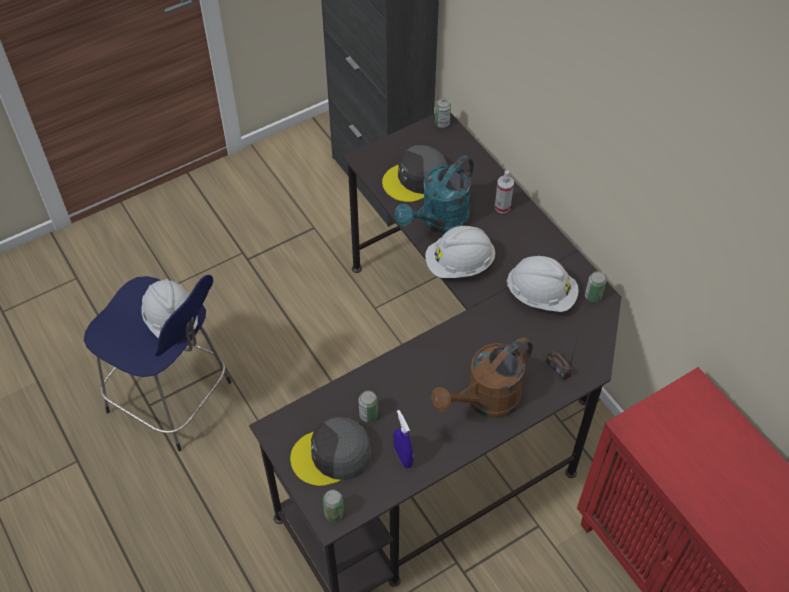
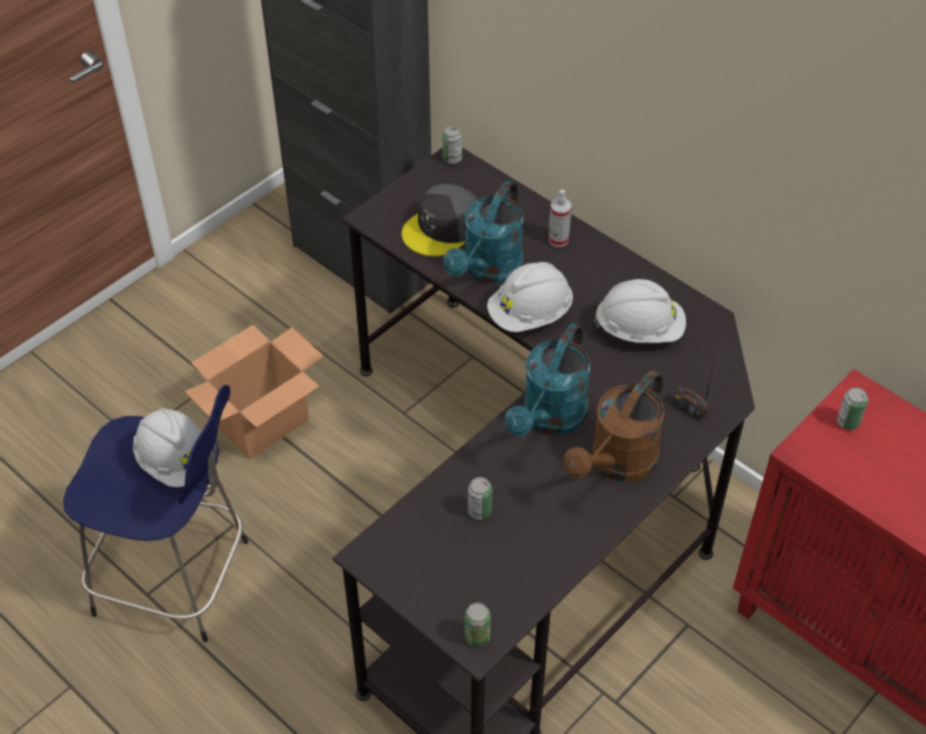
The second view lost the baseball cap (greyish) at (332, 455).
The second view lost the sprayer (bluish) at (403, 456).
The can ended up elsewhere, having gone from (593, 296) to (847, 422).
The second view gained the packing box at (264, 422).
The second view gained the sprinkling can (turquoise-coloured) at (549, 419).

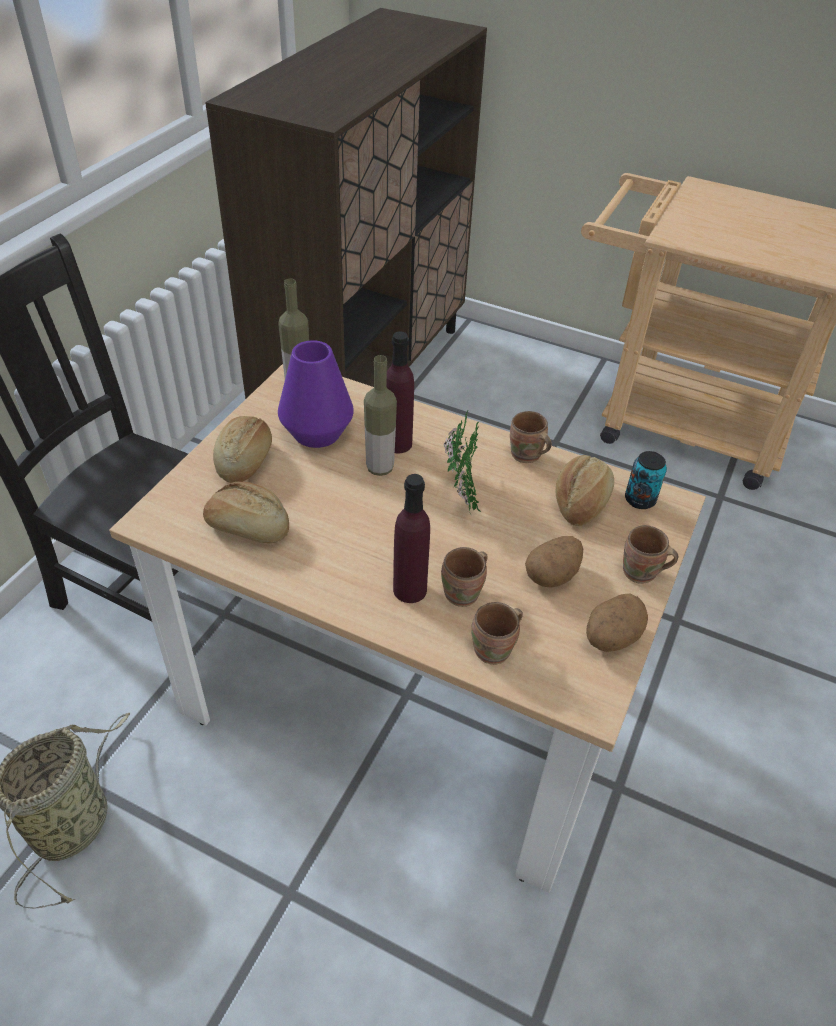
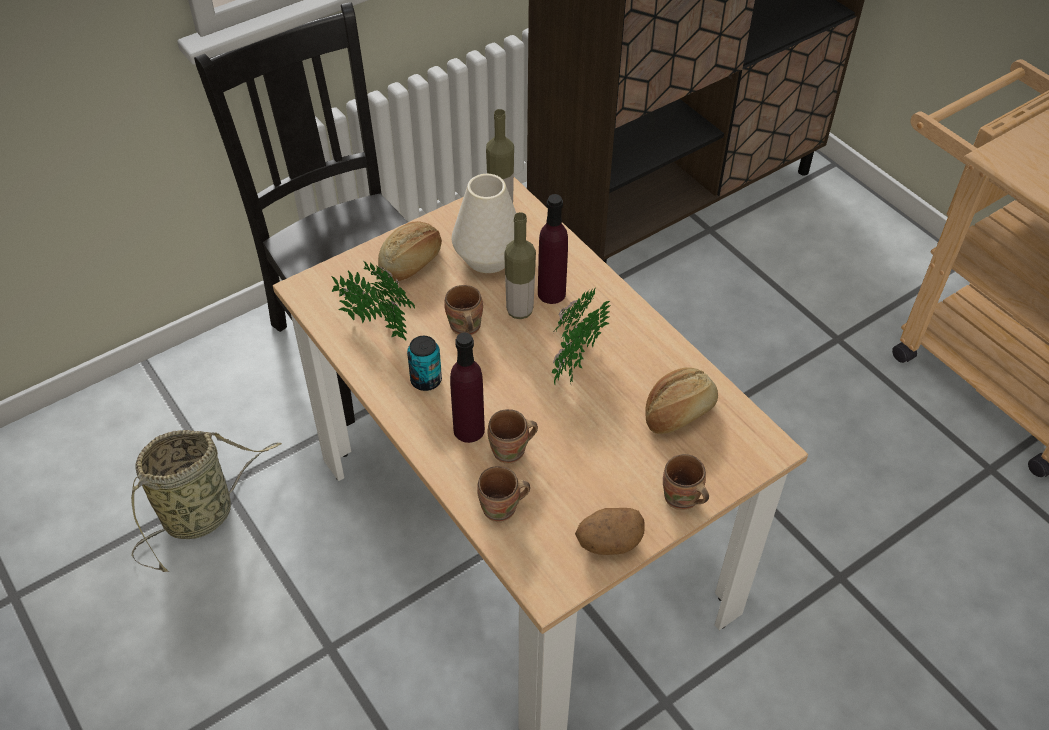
Where the bakery bread stood at (248, 527), the houseplant came to stand at (376, 324).
What was the decorative vase (purple-coloured) at (317, 432) turned into the decorative vase (white-coloured) at (488, 257).
The mug (brownish) ended up elsewhere, having gone from (526, 456) to (464, 328).
The second view lost the whole potato at (552, 575).
The can ended up elsewhere, having gone from (640, 500) to (426, 380).

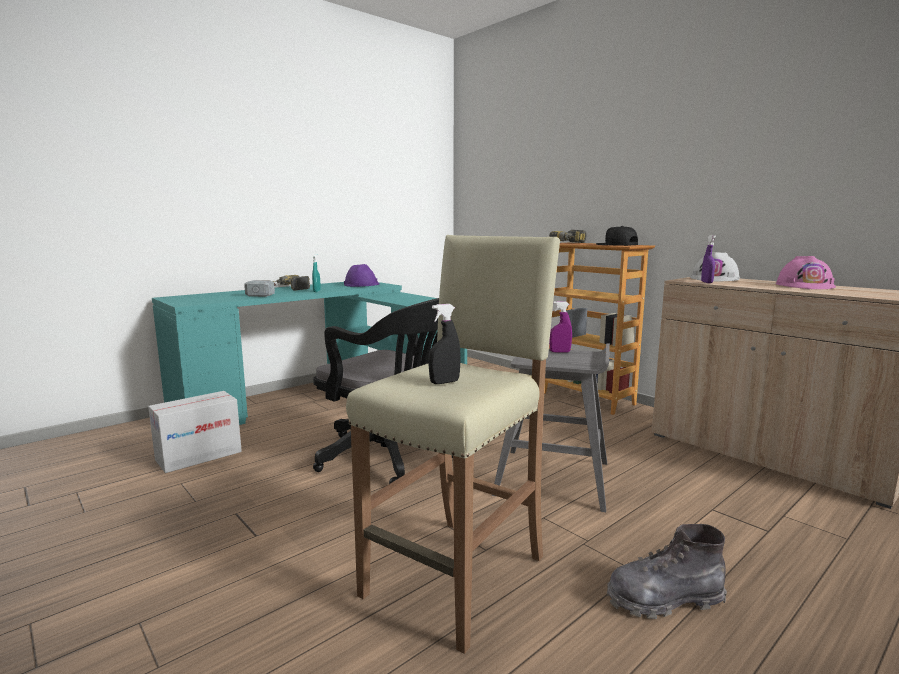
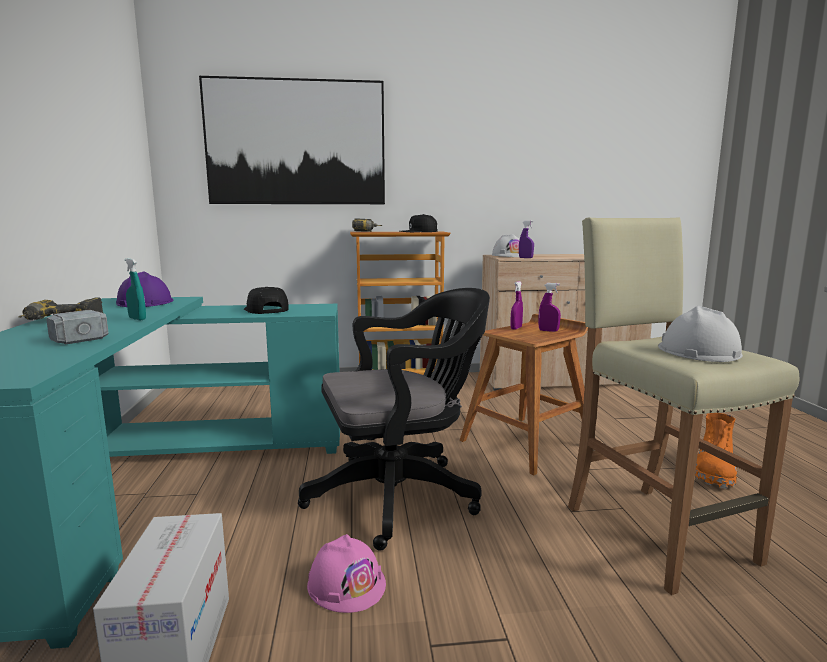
Where the sprayer (blackish) stood at (444, 382), the safety helmet (white-coloured) came to stand at (698, 351).
What was the sitting stool (greyish) at (554, 478) turned into the sitting stool (brownish) at (528, 443).
What was the boot (greyish) at (663, 599) turned into the boot (orangey) at (714, 472).
The safety helmet (pinkish) ended up elsewhere, having gone from (805, 286) to (346, 584).
The second view gained the picture at (296, 143).
The second view gained the baseball cap (blackish) at (265, 309).
The second view gained the sprayer (purple-coloured) at (548, 331).

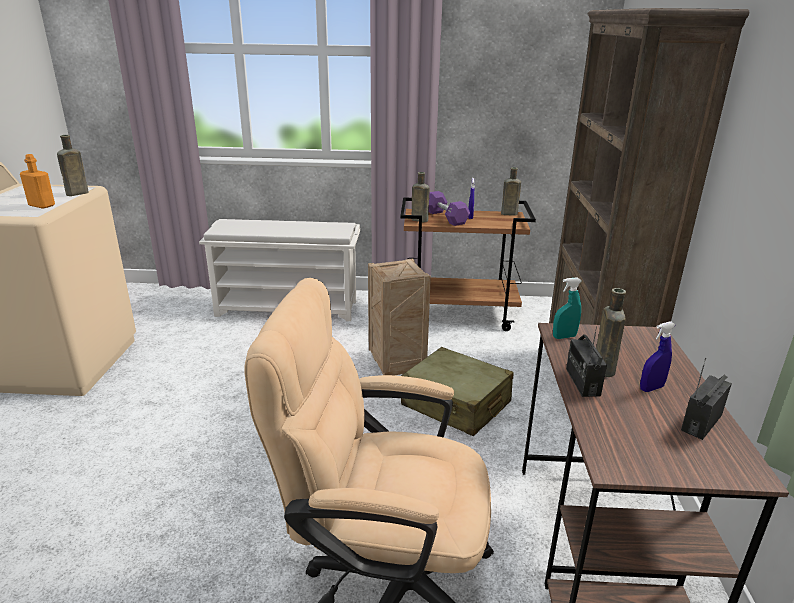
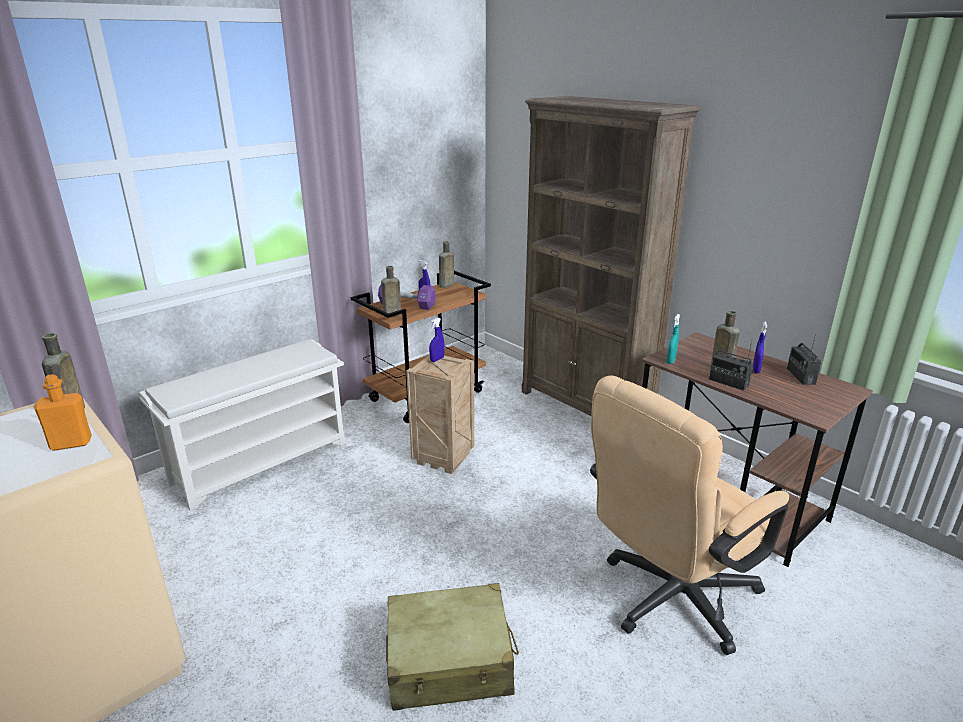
The travel case (sand-coloured) ended up elsewhere, having gone from (456, 404) to (450, 661).
The second view gained the sprayer (bluish) at (437, 359).

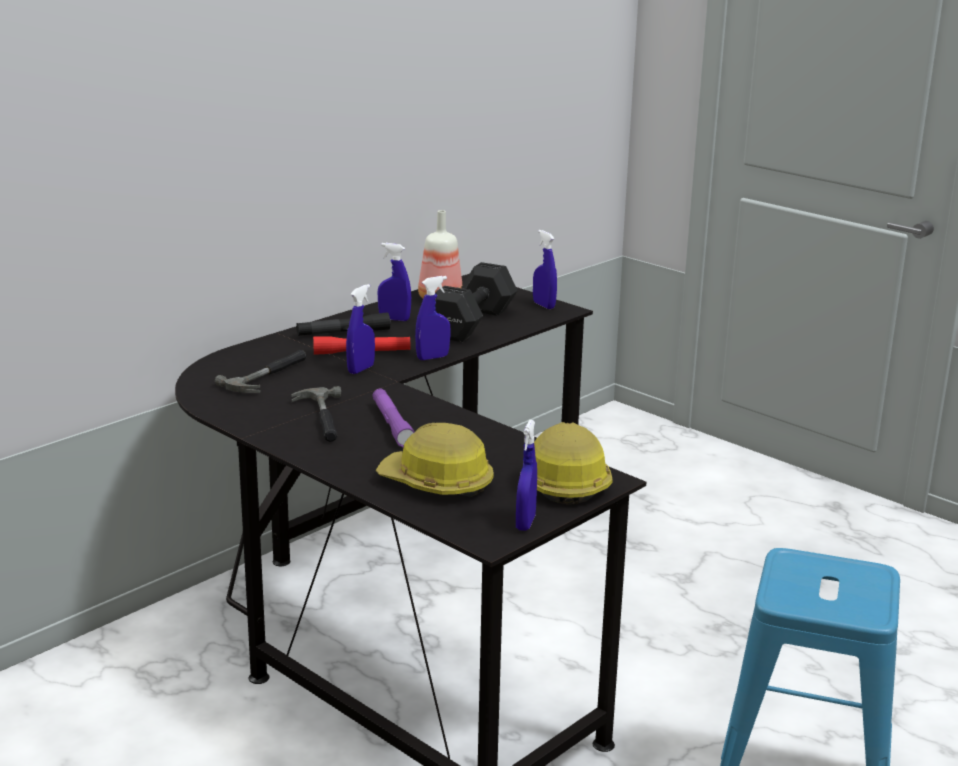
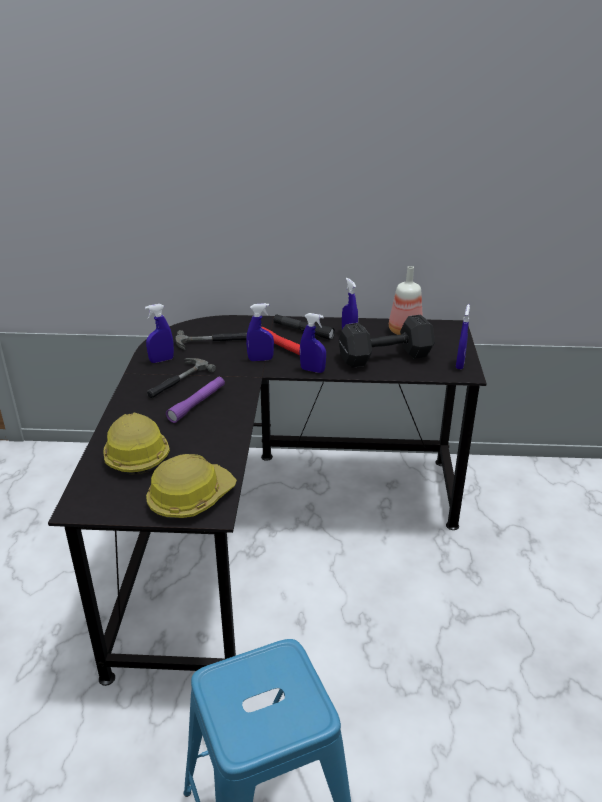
The sprayer (bluish) ended up elsewhere, having gone from (525, 523) to (161, 360).

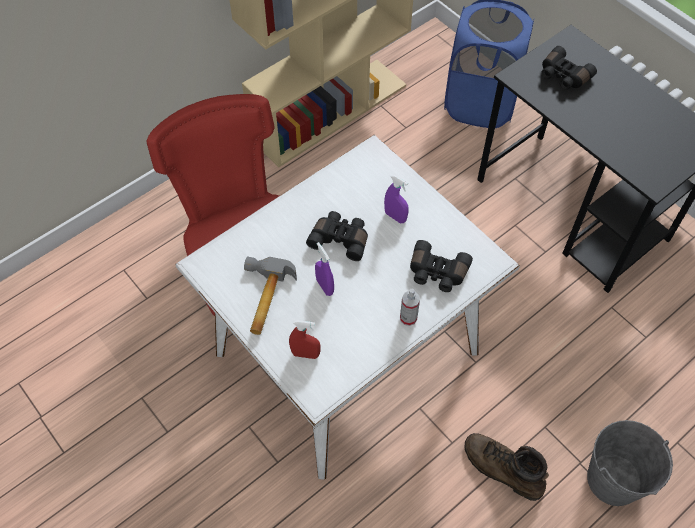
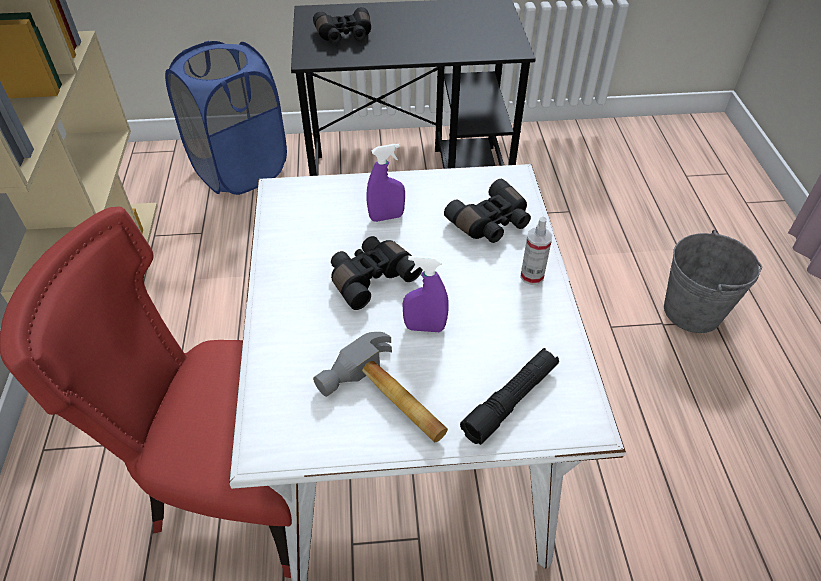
Where the sprayer (red-coloured) stood at (305, 354), the torch (blackish) came to stand at (510, 401).
The second view lost the boot (brownish) at (502, 470).

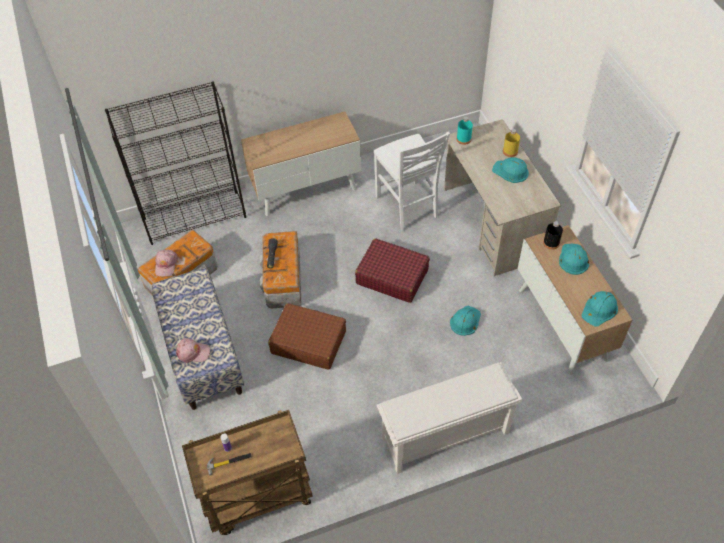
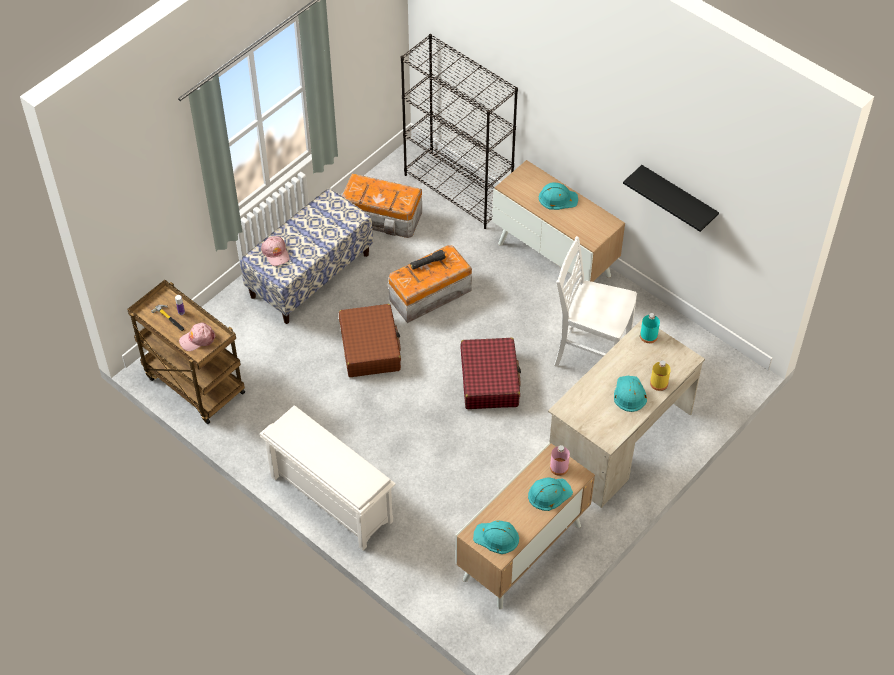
The baseball cap (pinkish) ended up elsewhere, having gone from (166, 265) to (197, 339).
The chair (white-coloured) at (407, 207) ended up facing another way, 75 degrees clockwise from before.
The safety helmet (turquoise-coloured) ended up elsewhere, having gone from (465, 321) to (557, 198).
What was the beverage bottle (blackish) at (551, 243) turned into the beverage bottle (pinkish) at (559, 467).
The second view gained the shelf (blackish) at (678, 198).

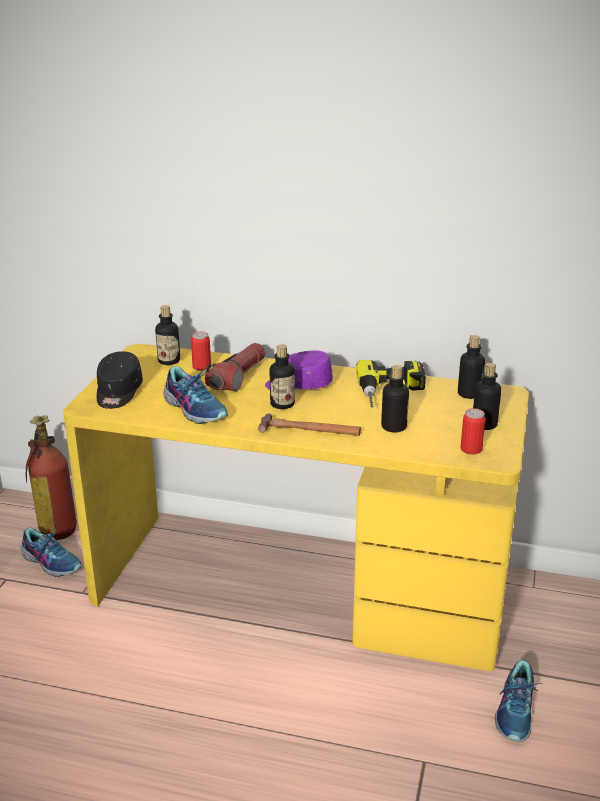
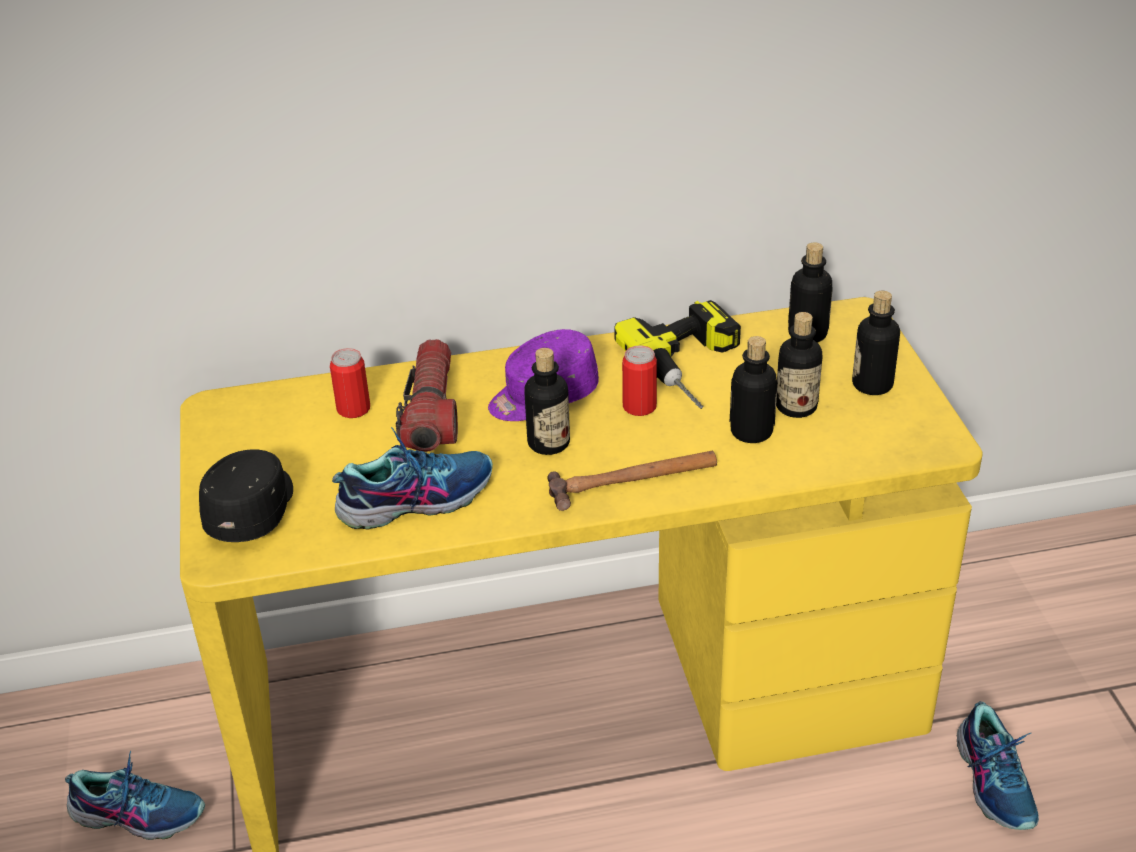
The second view lost the fire extinguisher at (55, 523).
The baseball cap (blackish) at (118, 393) ended up facing another way, 150 degrees counterclockwise from before.
The beverage bottle ended up elsewhere, having gone from (169, 361) to (796, 406).
The shoe at (195, 409) ended up facing another way, 45 degrees counterclockwise from before.
The can ended up elsewhere, having gone from (471, 449) to (639, 406).

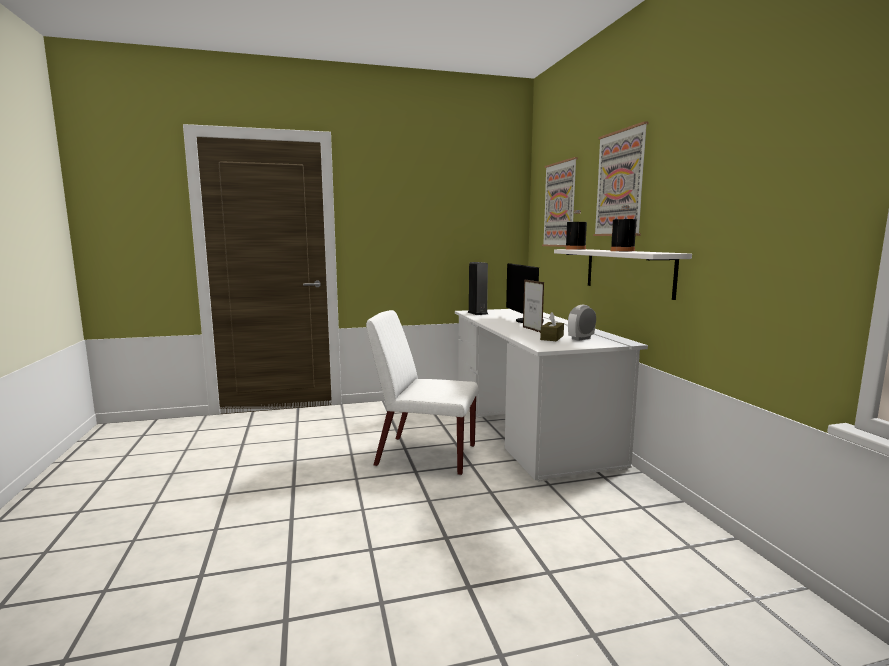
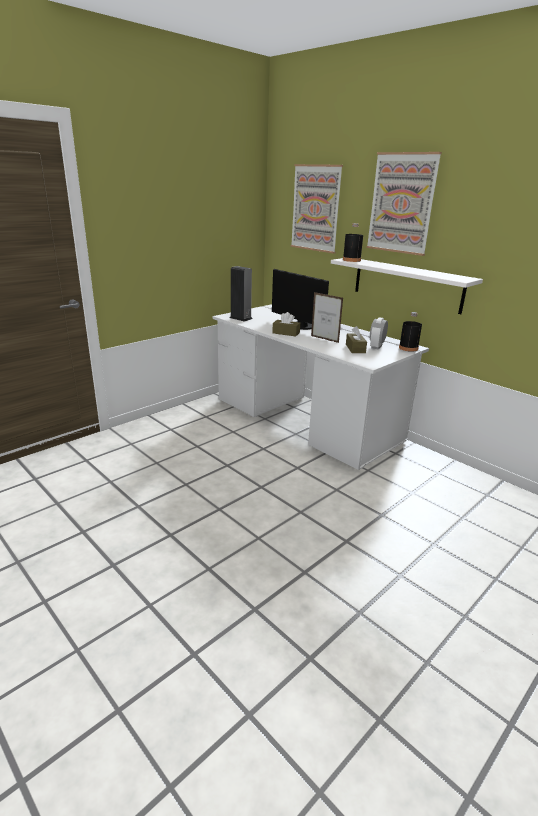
The second view lost the chair (white-coloured) at (424, 455).
The beverage bottle (blackish) ended up elsewhere, having gone from (622, 251) to (408, 348).
The second view gained the box of tissues (brownish) at (286, 333).

